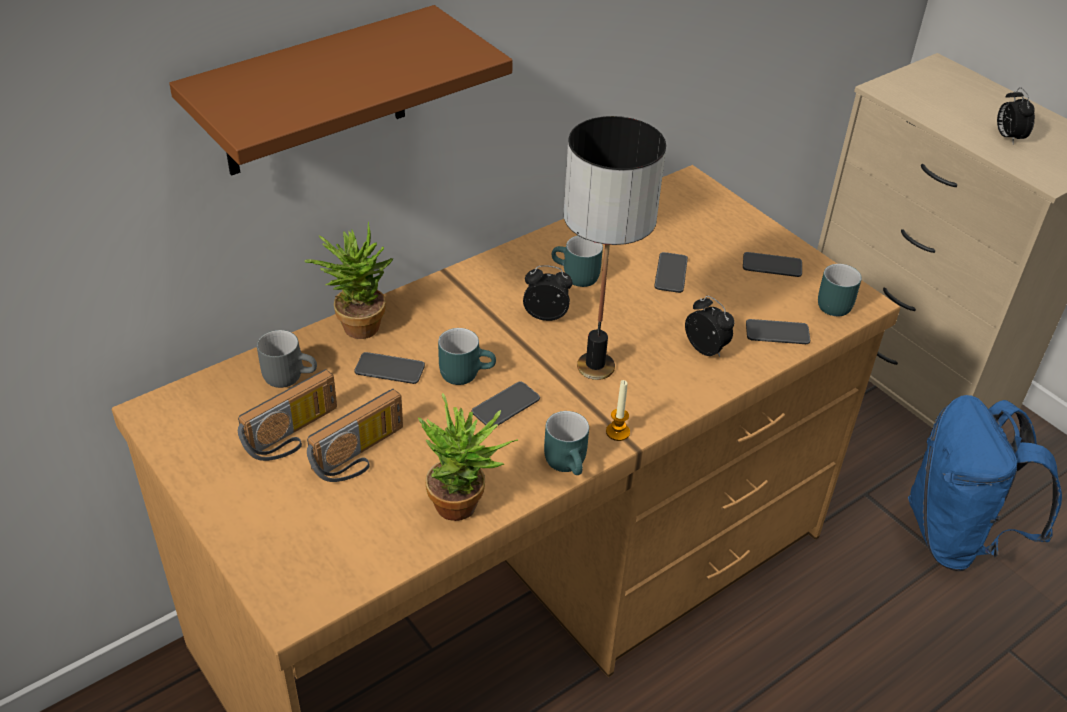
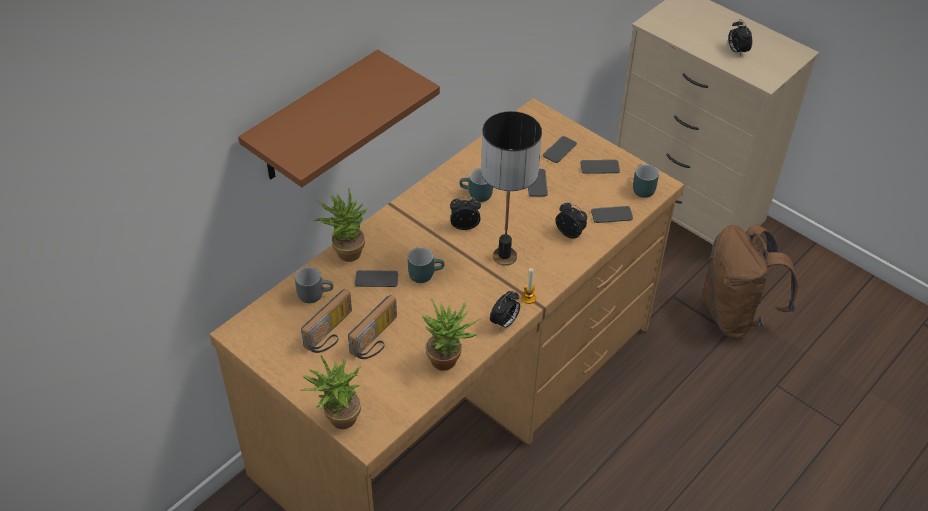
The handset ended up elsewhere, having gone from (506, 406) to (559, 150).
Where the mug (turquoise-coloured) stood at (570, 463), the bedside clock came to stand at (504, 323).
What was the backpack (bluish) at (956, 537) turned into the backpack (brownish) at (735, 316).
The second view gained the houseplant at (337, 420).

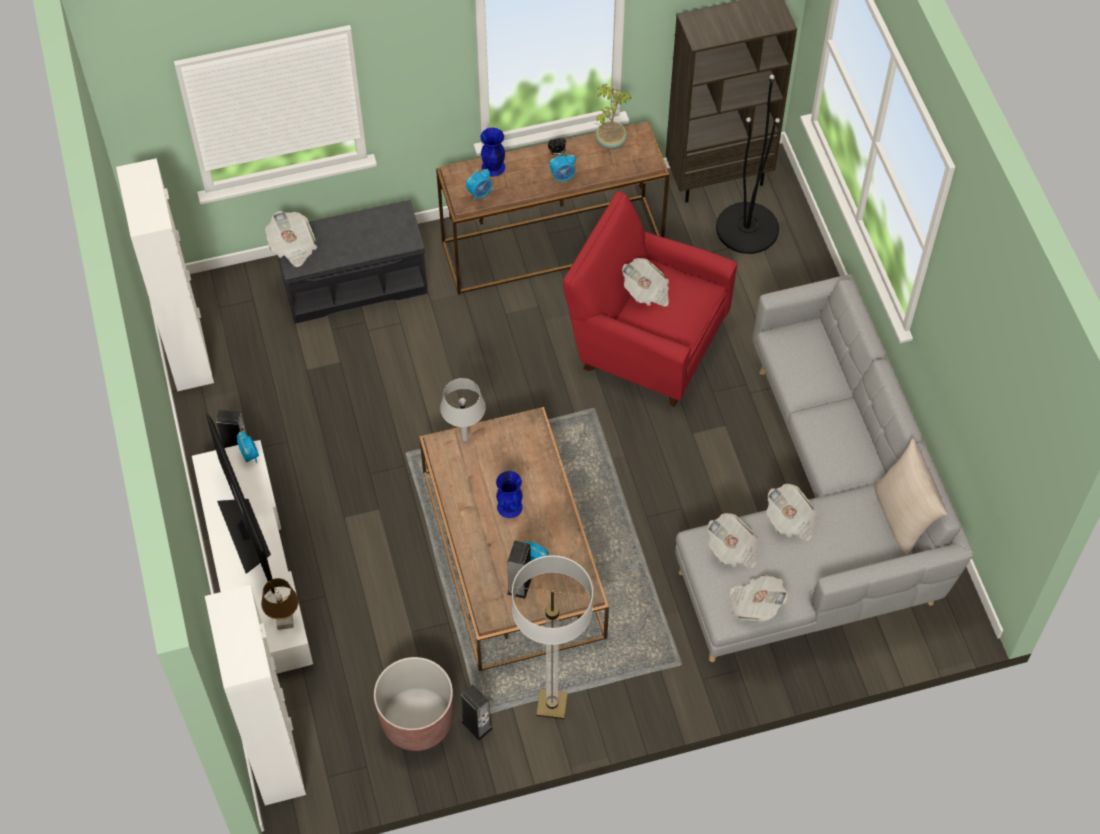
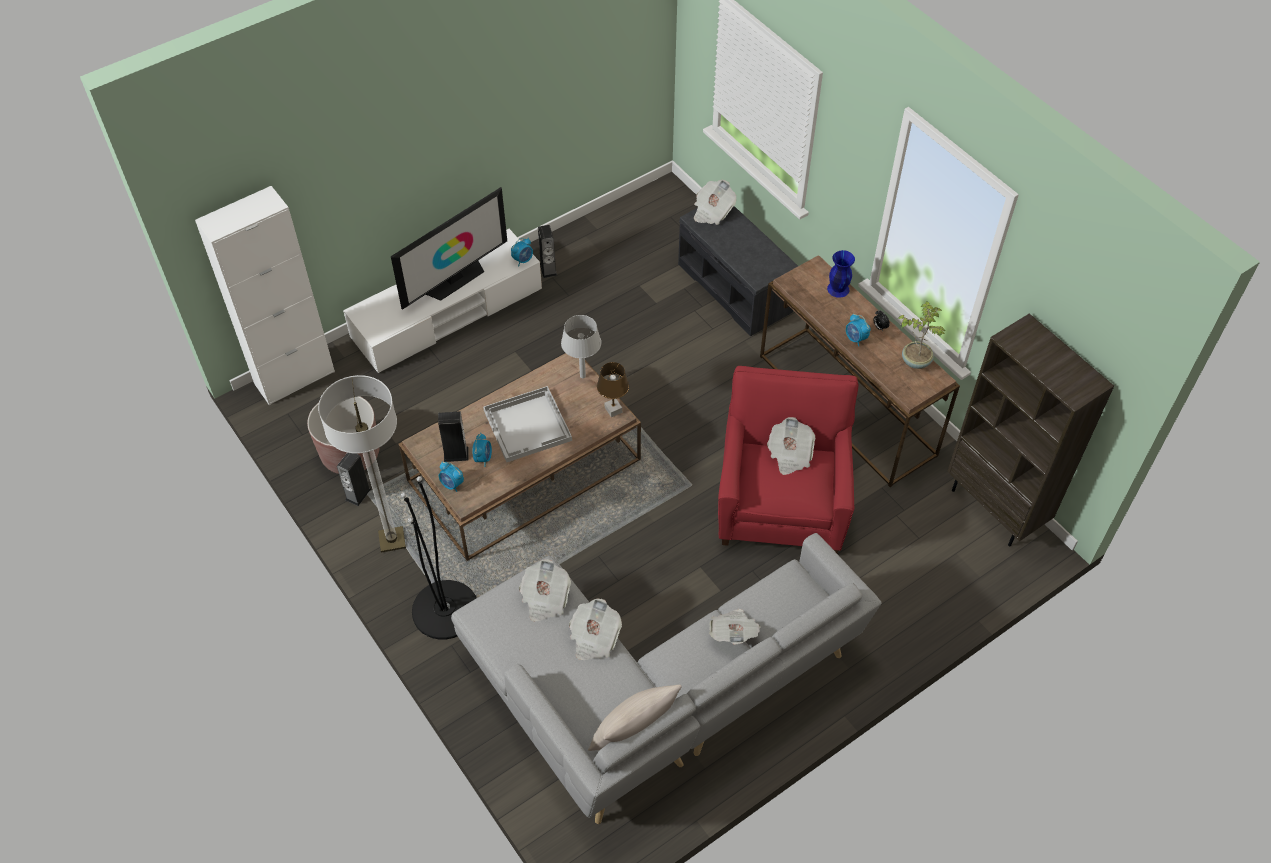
The second view lost the storage cabinet (white-coloured) at (188, 354).
The tabletop lamp (brownish) ended up elsewhere, having gone from (284, 622) to (613, 410).
The bedside clock ended up elsewhere, having gone from (480, 193) to (452, 484).
Where the decorative vase (bluish) stood at (510, 506), the tray (white-coloured) came to stand at (528, 425).
The standard lamp (blackish) ended up elsewhere, having gone from (747, 228) to (445, 609).
The daily paper ended up elsewhere, having gone from (755, 604) to (733, 633).

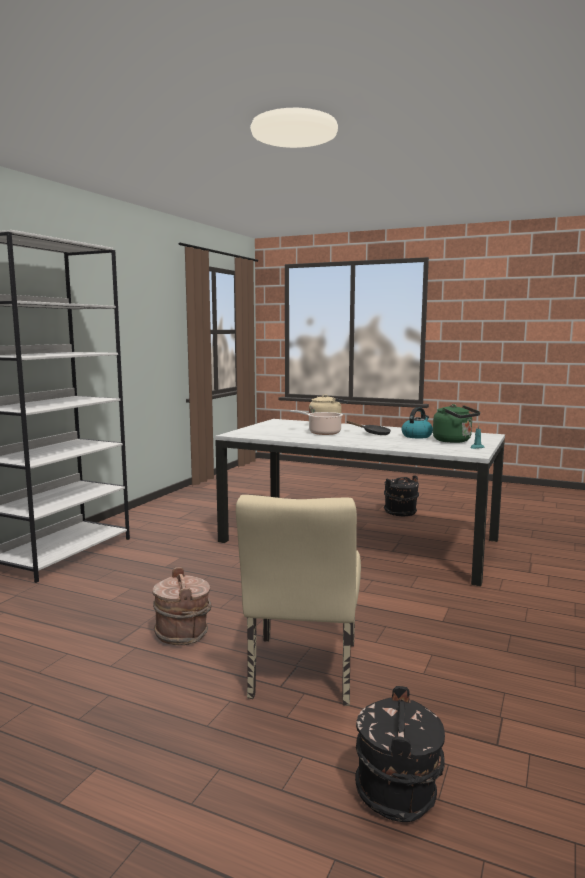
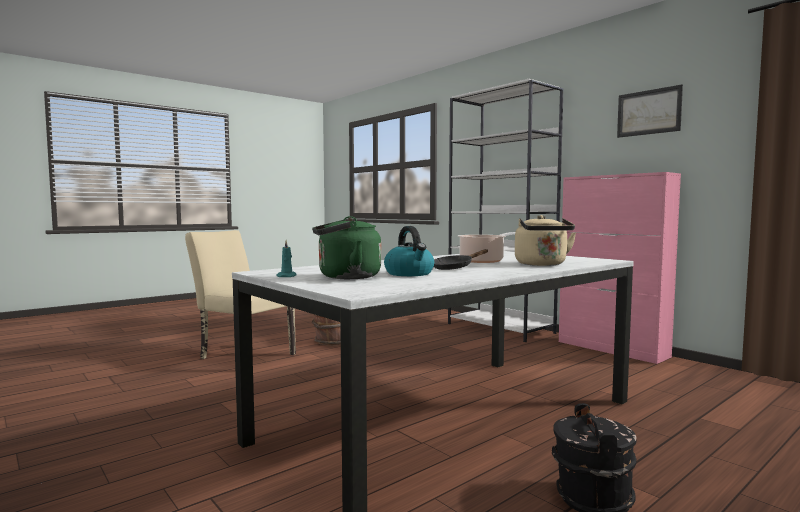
The second view lost the pail (blackish) at (398, 793).
The second view gained the storage cabinet (pinkish) at (612, 349).
The second view gained the picture at (648, 112).

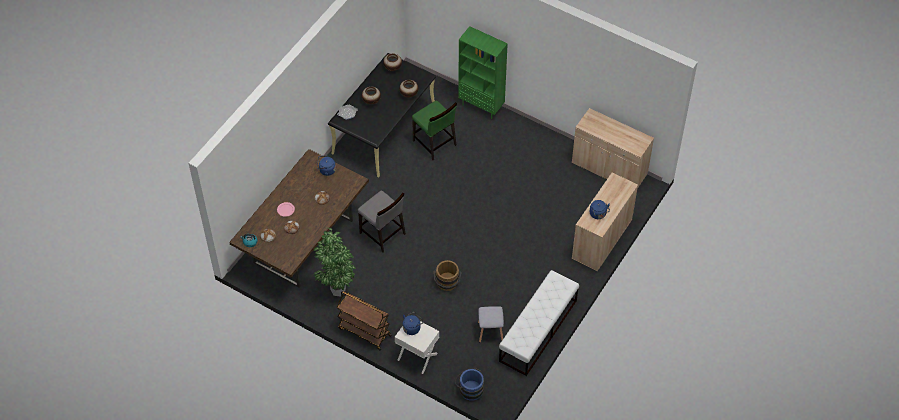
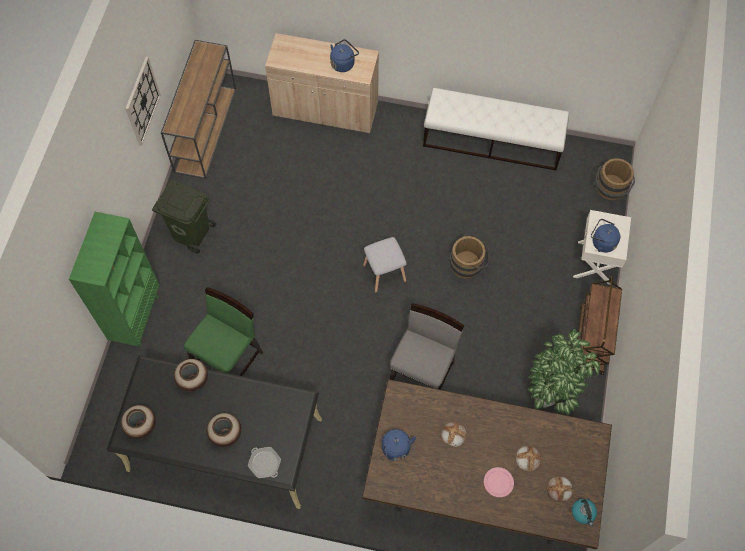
What was the pail (bluish) at (469, 389) turned into the pail (brownish) at (610, 190).
The sitting stool (greyish) ended up elsewhere, having gone from (490, 331) to (385, 273).
Where the storage cabinet (sand-coloured) stood at (609, 169), the hall table (brownish) came to stand at (205, 129).
The second view gained the clock on the wall at (142, 101).
The second view gained the trash can (greenish) at (191, 233).

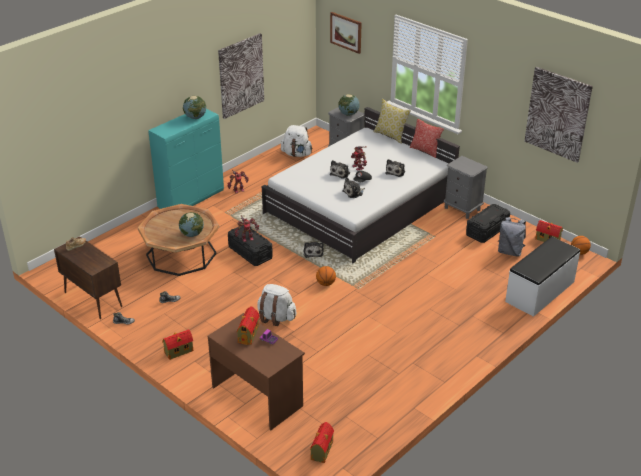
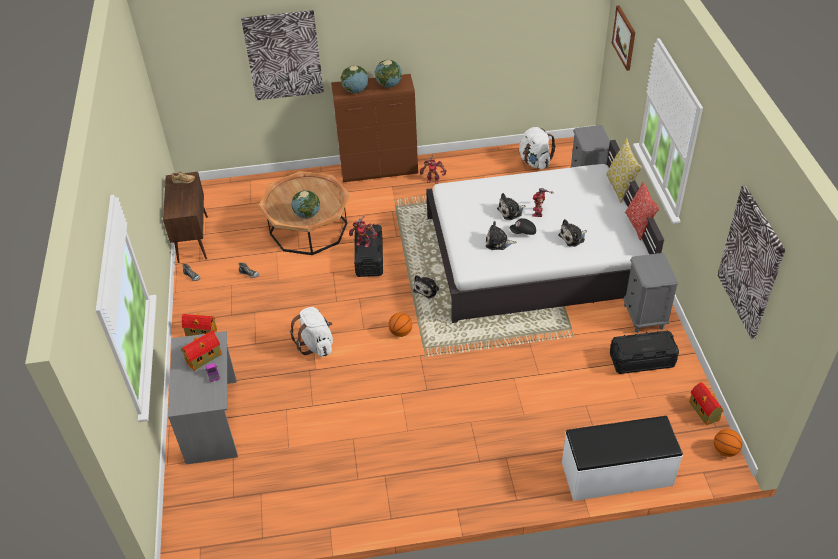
What was the storage cabinet (turquoise-coloured) at (191, 199) turned into the storage cabinet (brownish) at (380, 170).
What was the desk table (brownish) at (257, 396) turned into the desk table (greyish) at (213, 420).
The picture ended up elsewhere, having gone from (241, 75) to (283, 55).
The second view lost the toy house at (321, 451).
The world globe ended up elsewhere, having gone from (348, 114) to (355, 91).
The second view lost the backpack (greyish) at (510, 252).

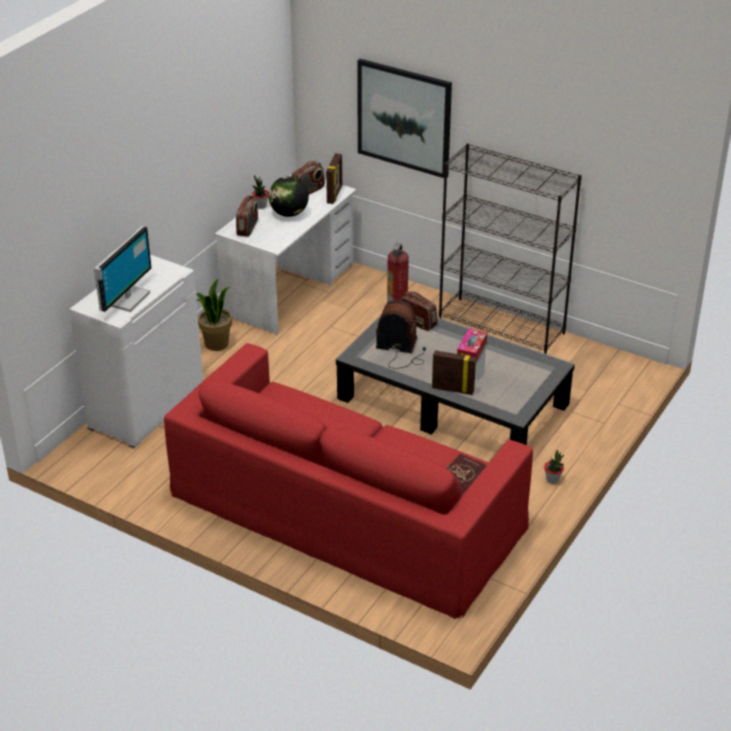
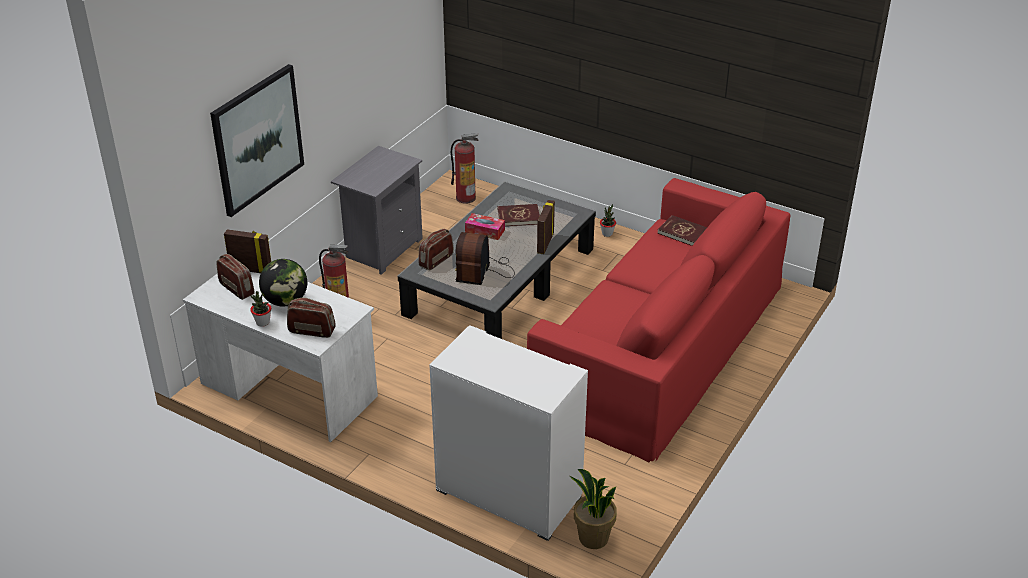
The second view lost the monitor at (127, 298).
The houseplant ended up elsewhere, having gone from (216, 343) to (593, 538).
Where the shelving unit (blackish) stood at (502, 326), the nightstand (greyish) came to stand at (382, 248).
The second view gained the fire extinguisher at (466, 198).
The second view gained the volume (red-coloured) at (518, 217).

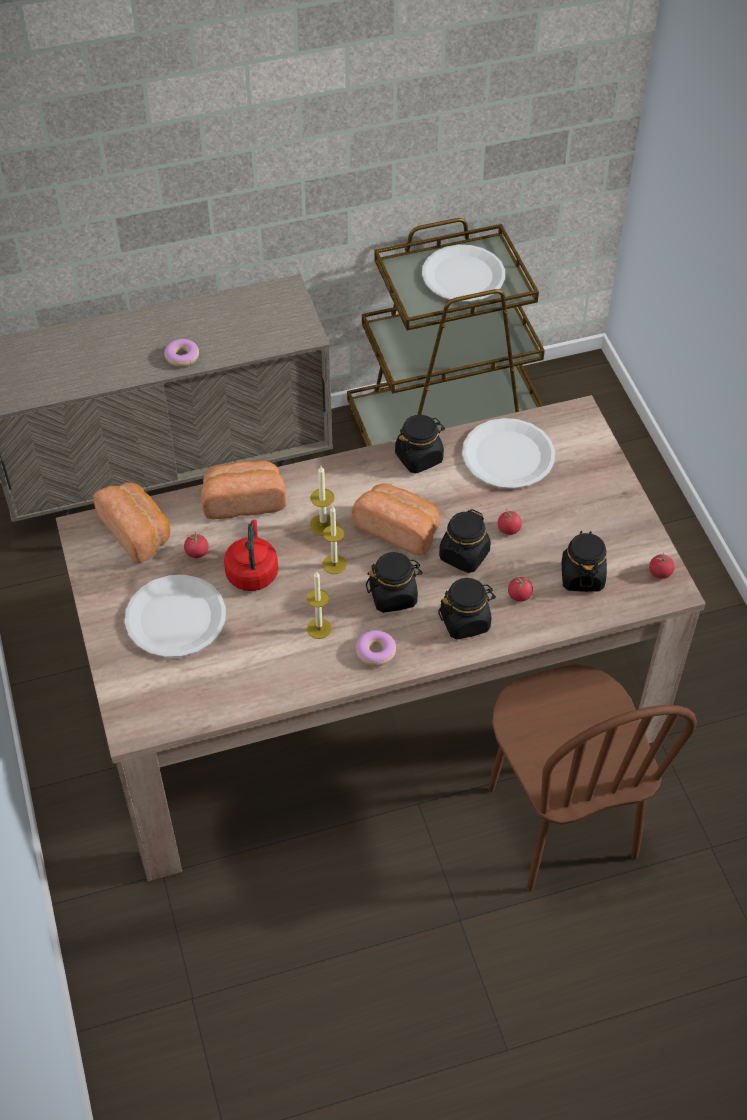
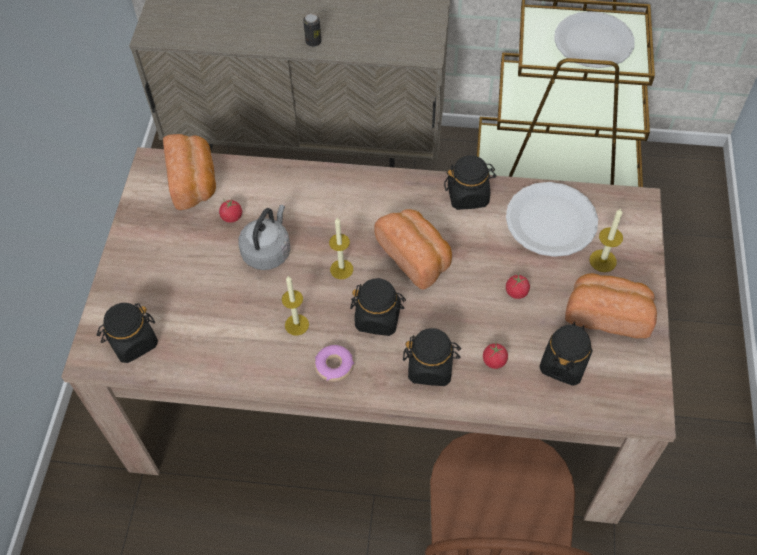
The second view lost the flat dish (white-coloured) at (175, 618).
Where the doughnut stood at (182, 356), the can came to stand at (313, 42).
The bakery bread ended up elsewhere, having gone from (243, 500) to (607, 314).
What was the kettle (red-coloured) at (252, 572) turned into the kettle (greyish) at (268, 251).
The wax light ended up elsewhere, having gone from (323, 525) to (603, 261).
The preserve jar (blackish) ended up elsewhere, having gone from (464, 555) to (133, 342).
The second view lost the fresh tomato at (660, 572).

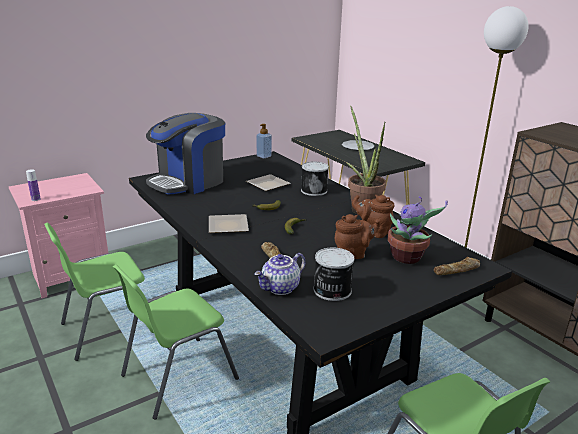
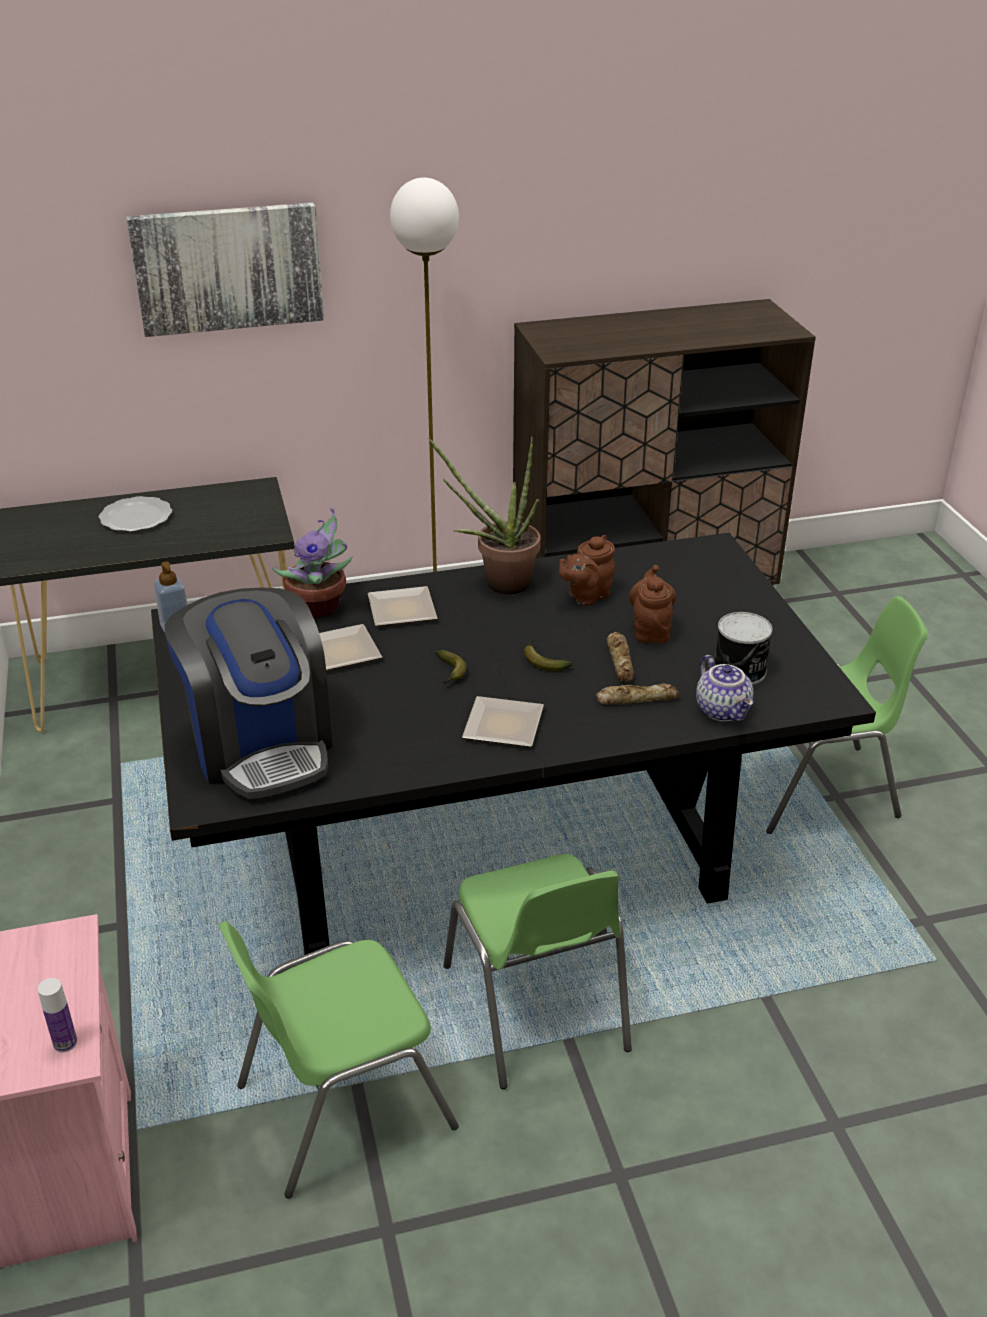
The chair (greenish) at (108, 329) ended up facing another way, 75 degrees clockwise from before.
Where the can stood at (314, 190), the flat dish came to stand at (399, 609).
The houseplant ended up elsewhere, having gone from (407, 258) to (320, 607).
The bakery bread ended up elsewhere, having gone from (457, 270) to (620, 661).
The second view gained the picture at (228, 268).

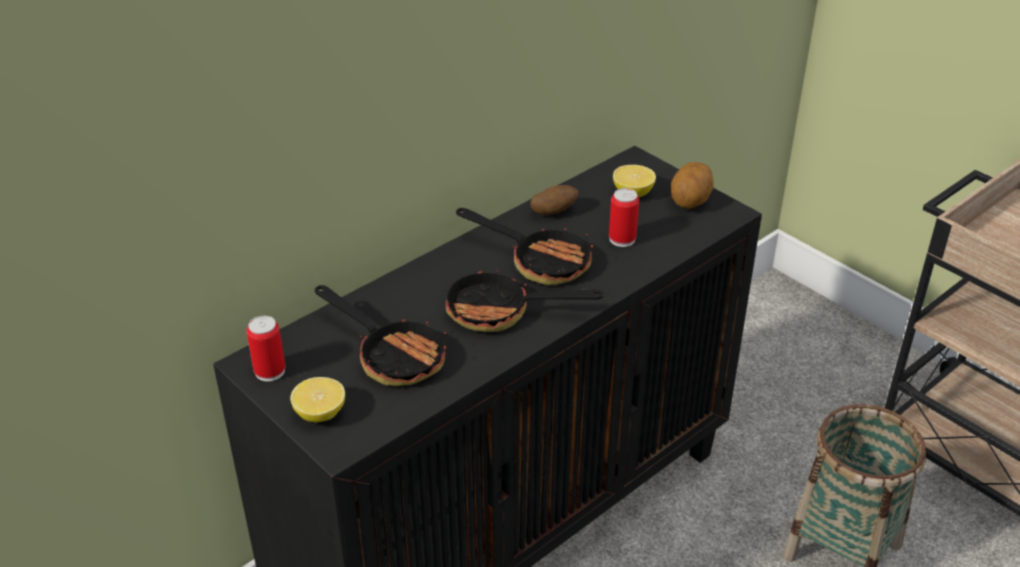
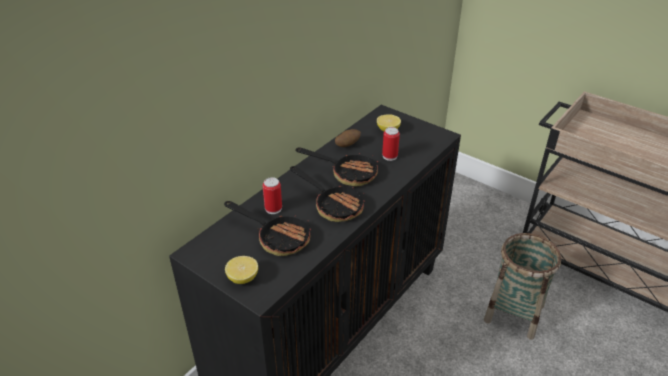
The can ended up elsewhere, having gone from (270, 371) to (273, 208).
The pan at (500, 312) ended up facing another way, 135 degrees counterclockwise from before.
The second view lost the whole potato at (690, 201).

